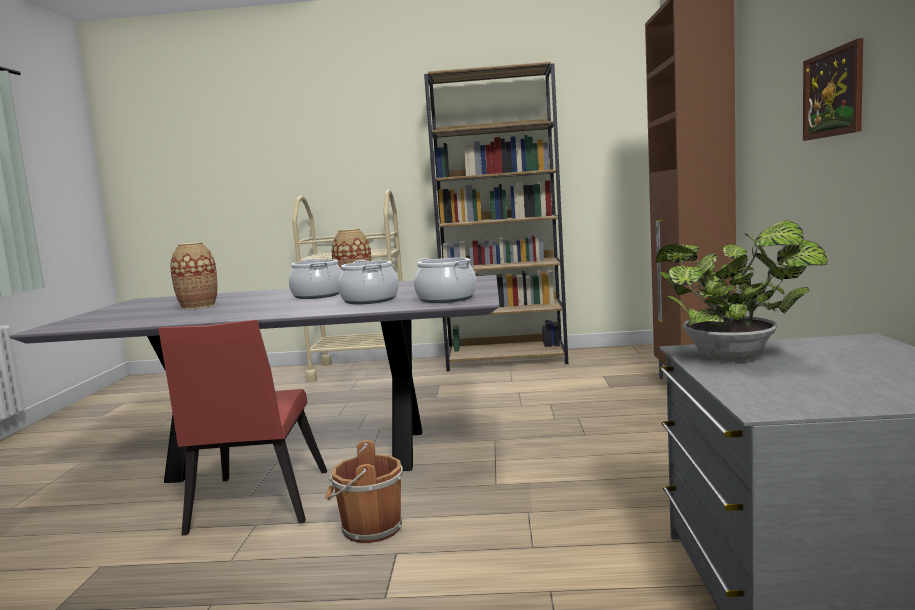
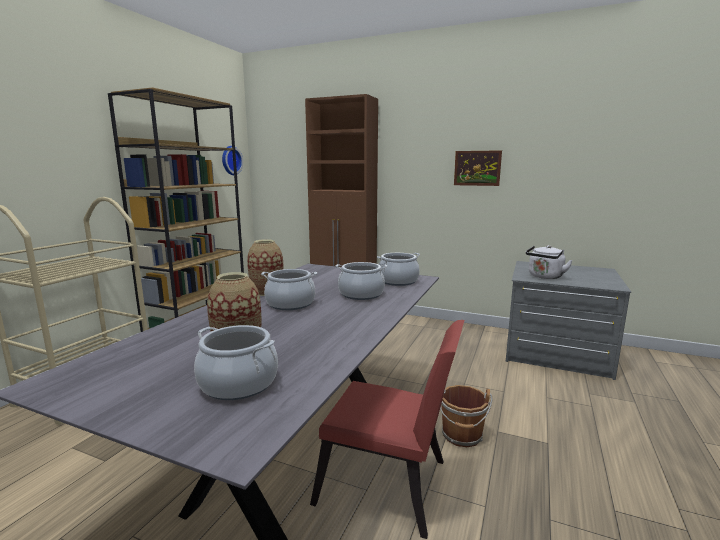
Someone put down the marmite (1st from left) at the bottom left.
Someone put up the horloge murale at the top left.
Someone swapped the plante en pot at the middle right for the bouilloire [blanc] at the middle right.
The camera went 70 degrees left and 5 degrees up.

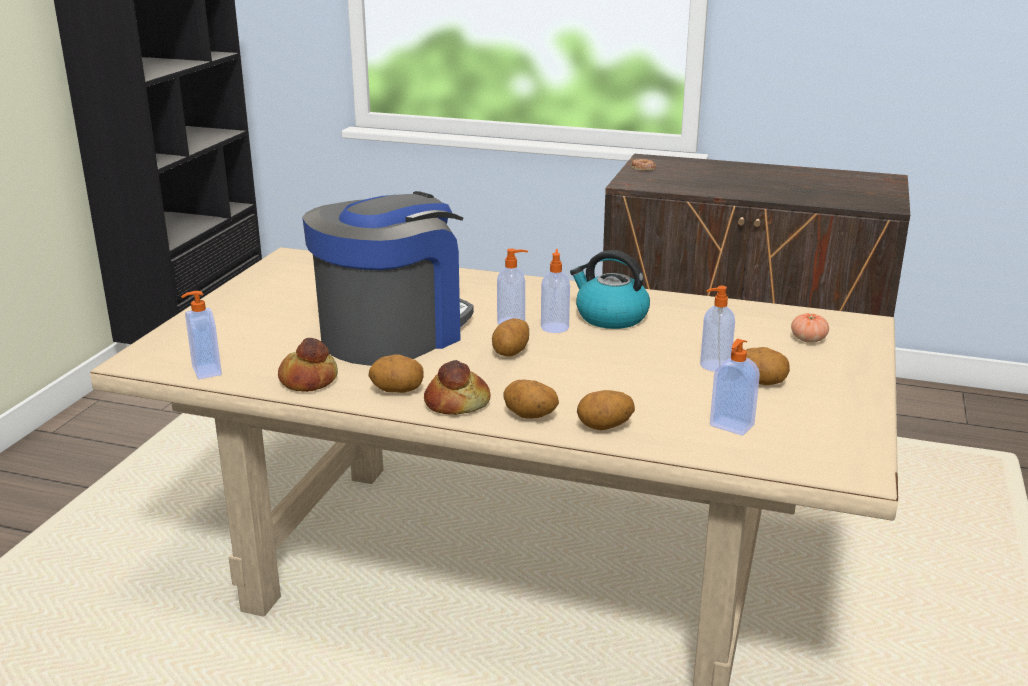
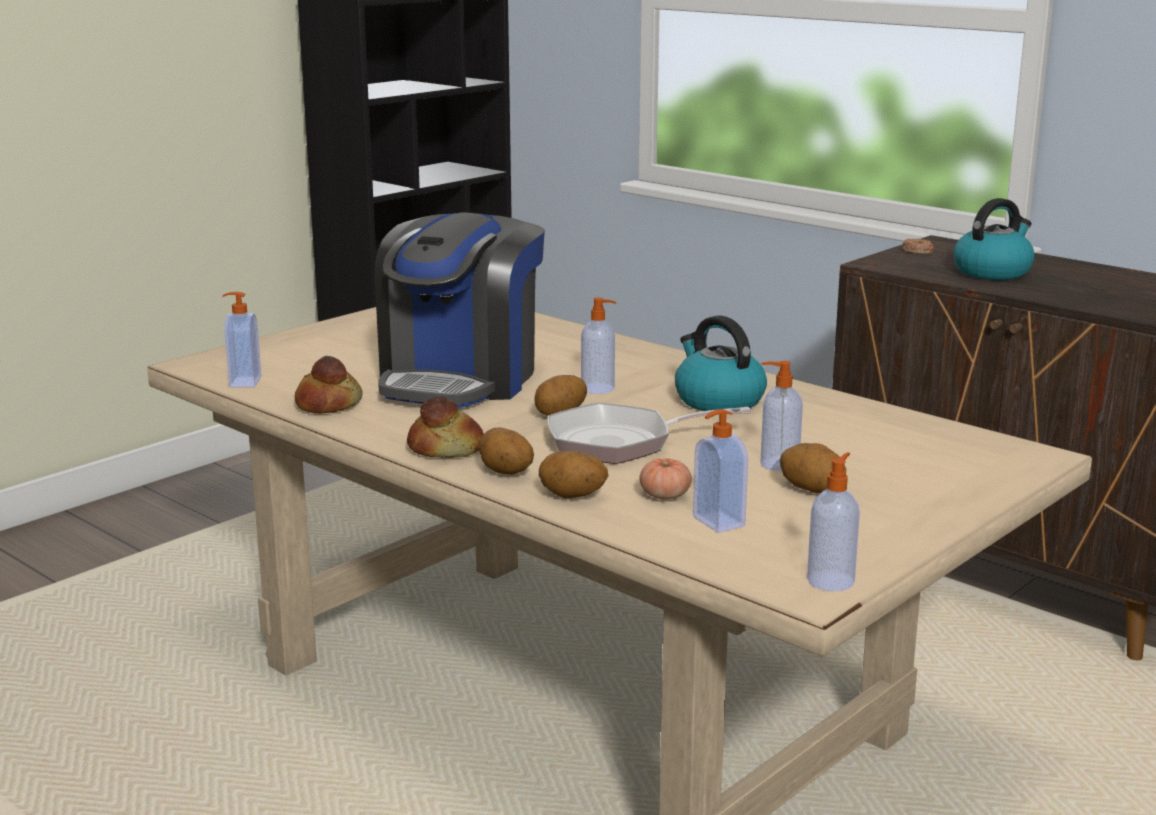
Someone took away the pomme de terre (1st from left) at the centre.
Someone put down the poêle at the centre.
Someone put down the bouilloire (2nd from left) at the top right.
Someone carried the distributeur de savon (3rd from left in the first image) from the centre to the middle right.
Someone carried the tomate from the middle right to the centre.
Someone rotated the machine à café at the centre by 135 degrees clockwise.
The camera went 25 degrees right and 5 degrees down.

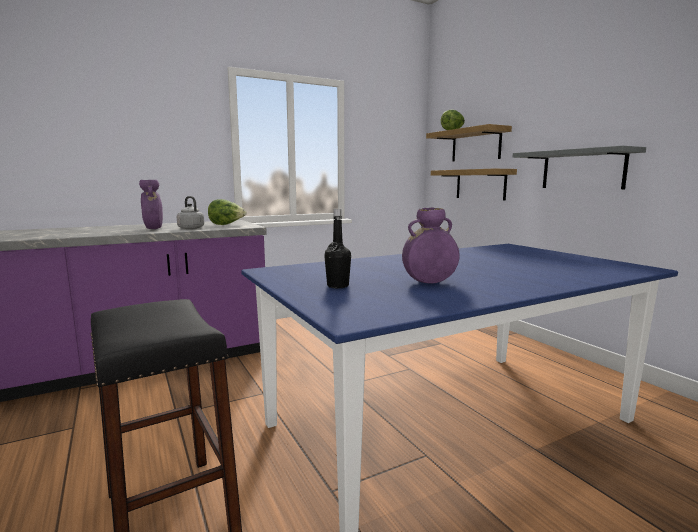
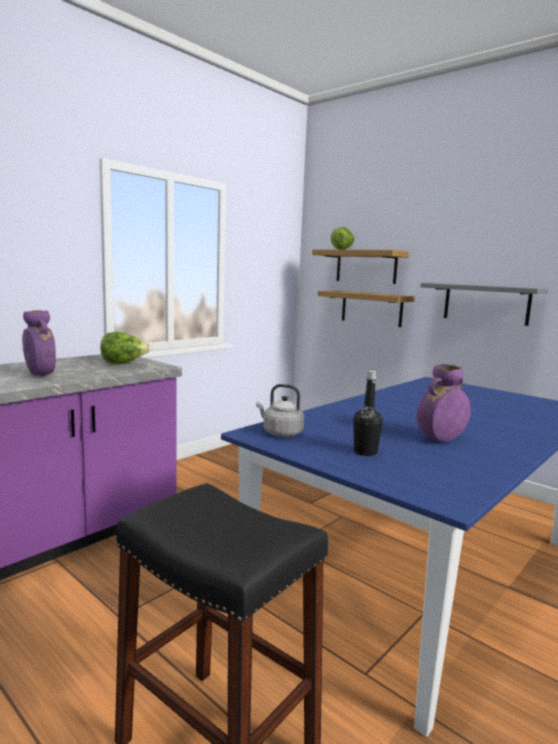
Someone carried the bouilloire [gris] from the middle left to the centre.
The camera went 20 degrees left and 0 degrees up.

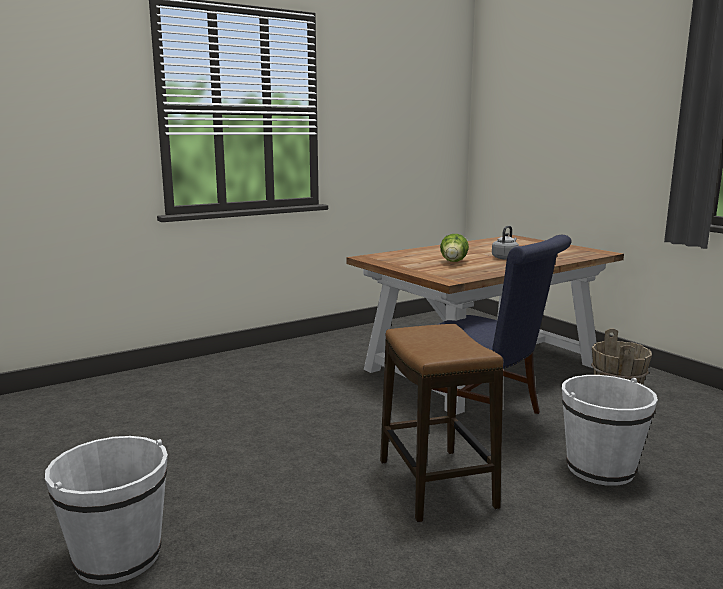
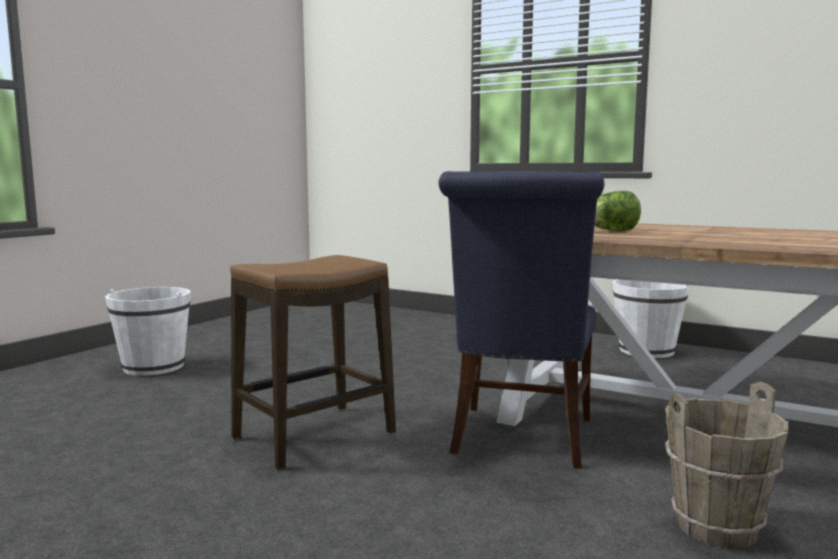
Someone took away the bouilloire [gris] at the middle right.
Someone carried the seau [blanc] (2nd from left) from the bottom right to the middle right.
The camera went 65 degrees right and 5 degrees down.

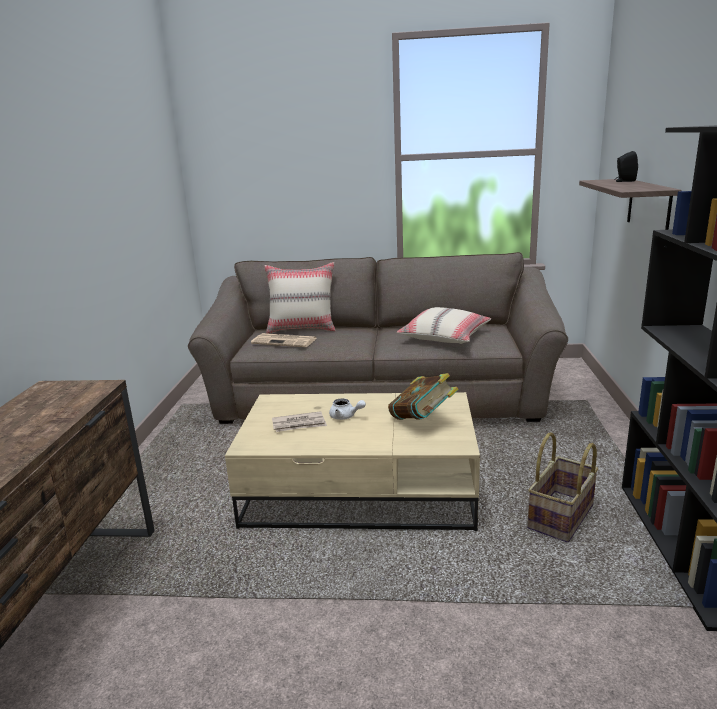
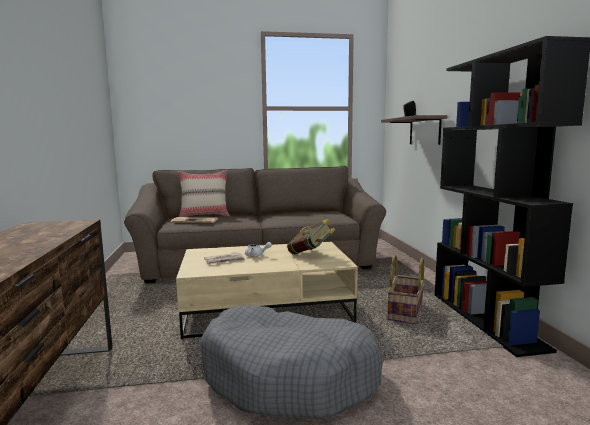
Someone took away the coussin [beige] (2nd from left) at the centre.
Someone put down the panier pour chien [gris] at the bottom centre.
The camera went 15 degrees left and 10 degrees down.

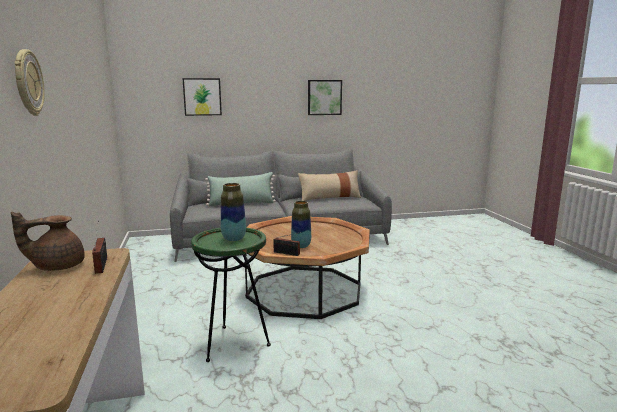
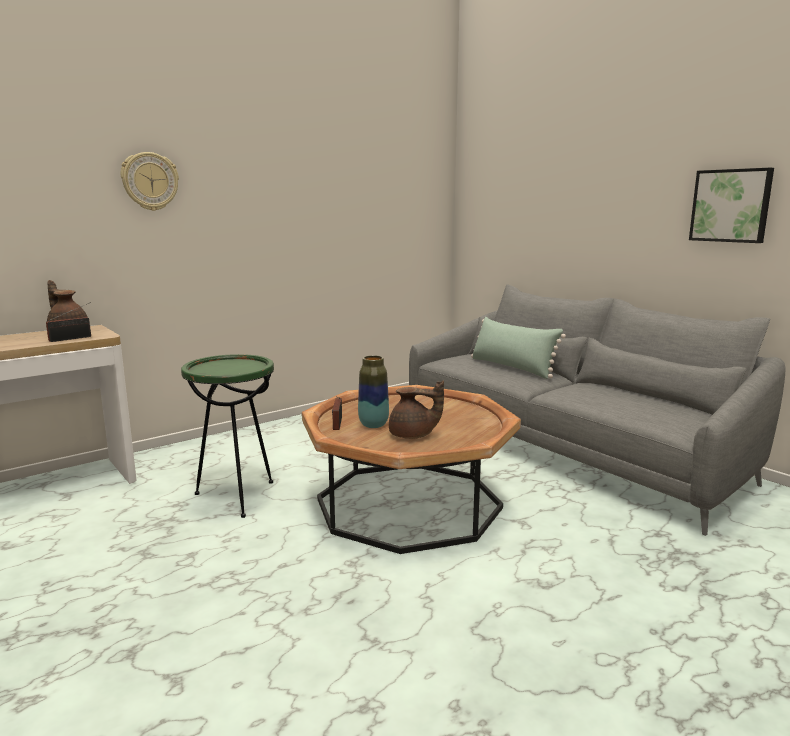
Someone took away the tableau (1st from left) at the top left.
Someone took away the vase (1st from left) at the centre.
Someone took away the coussin [beige] at the centre.
Someone put down the théière [marron] (2nd from left) at the centre.
The camera went 65 degrees right and 0 degrees up.

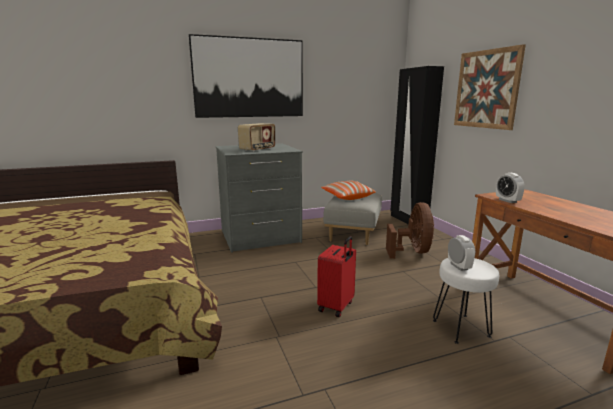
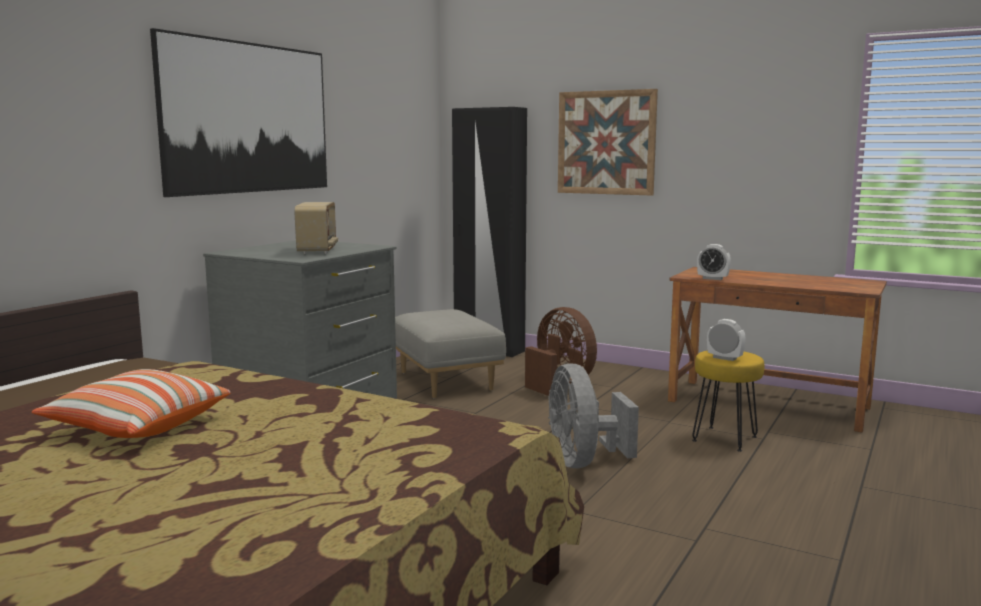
Someone carried the coussin from the centre to the middle left.
Someone swapped the valise [rouge] at the bottom centre for the ventilateur [gris] at the bottom centre.
Someone repainted the tabouret [blanc] at the bottom right, which became the tabouret [jaune] at the middle right.
The camera went 40 degrees left and 5 degrees down.

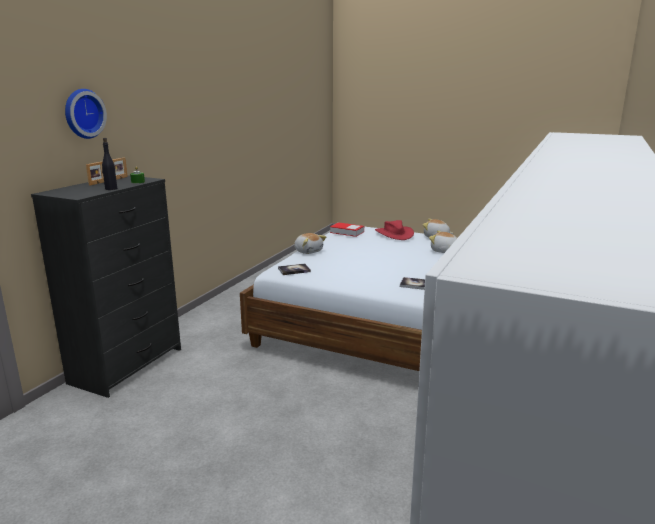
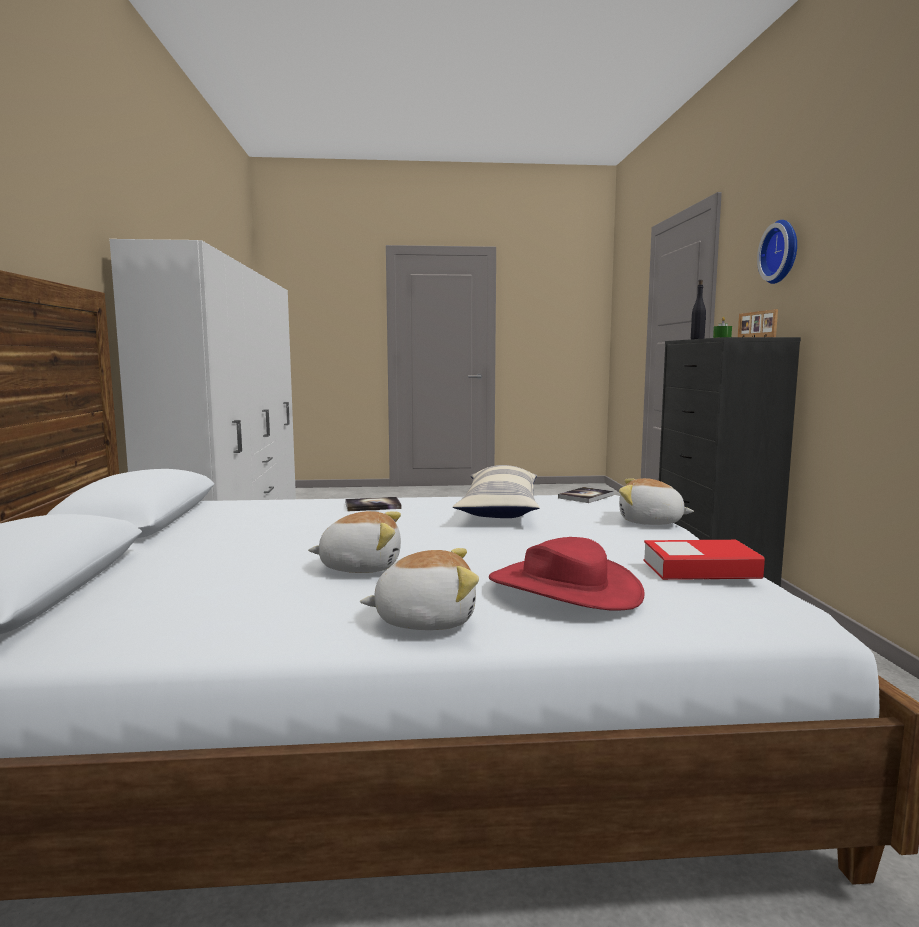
Someone put down the coussin at the centre.
The camera went 150 degrees right and 10 degrees down.

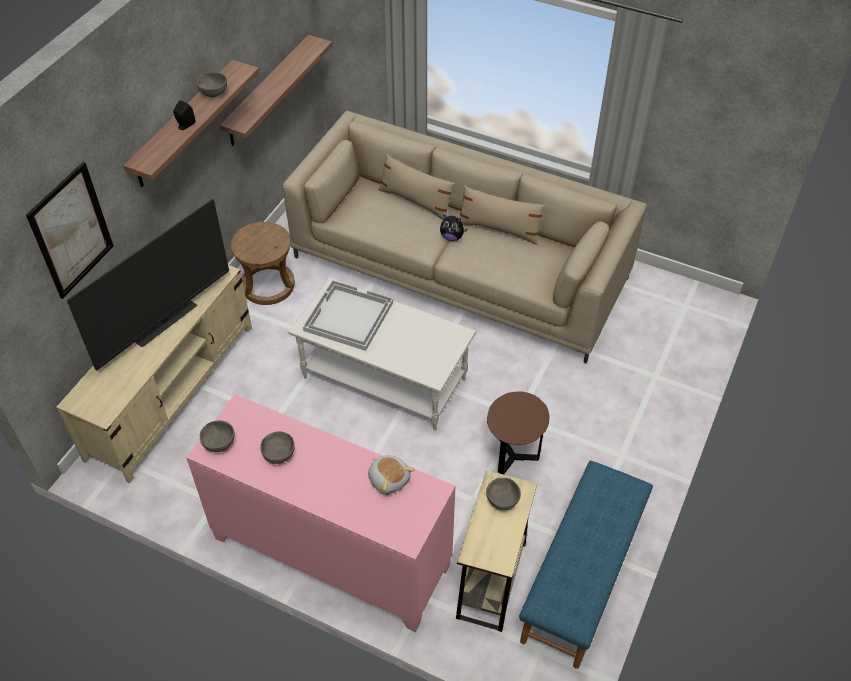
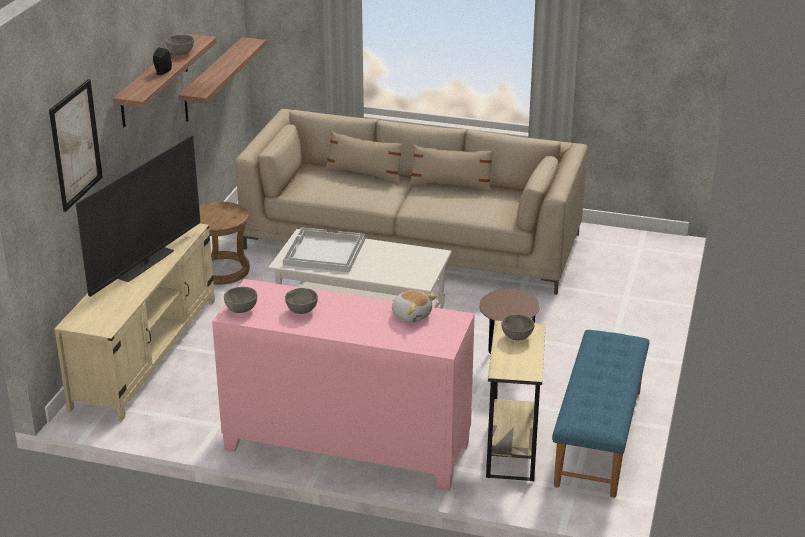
Someone took away the peluche (2nd from left) at the centre.
The camera went 10 degrees left and 20 degrees down.

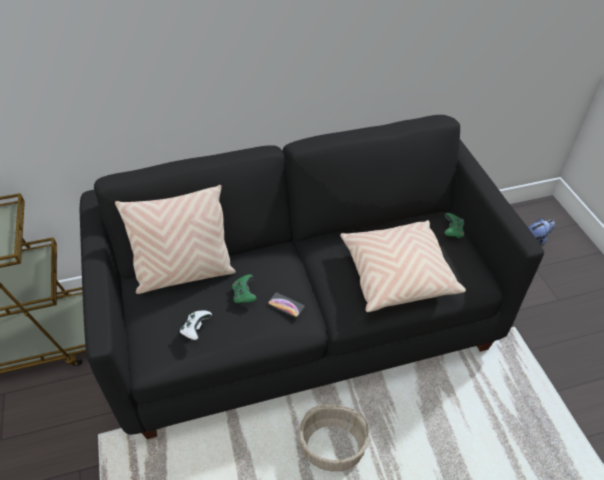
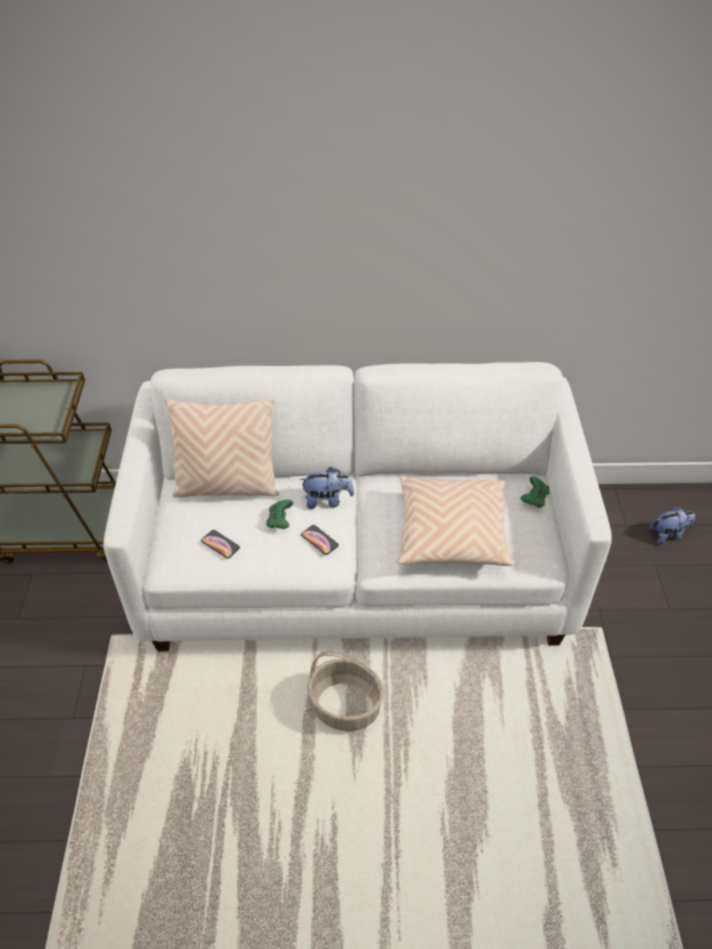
Someone put down the peluche (1st from left) at the centre.
Someone swapped the manette [blanc] at the bottom left for the téléphone (1st from left) at the middle left.
Someone repainted the canapé [noir] at the centre, which became the canapé [blanc] at the centre.
The camera went 15 degrees right and 0 degrees up.

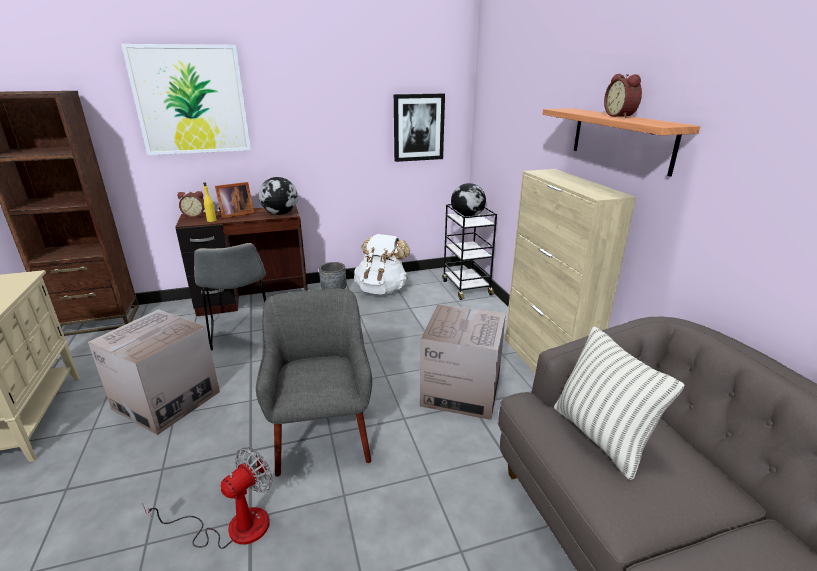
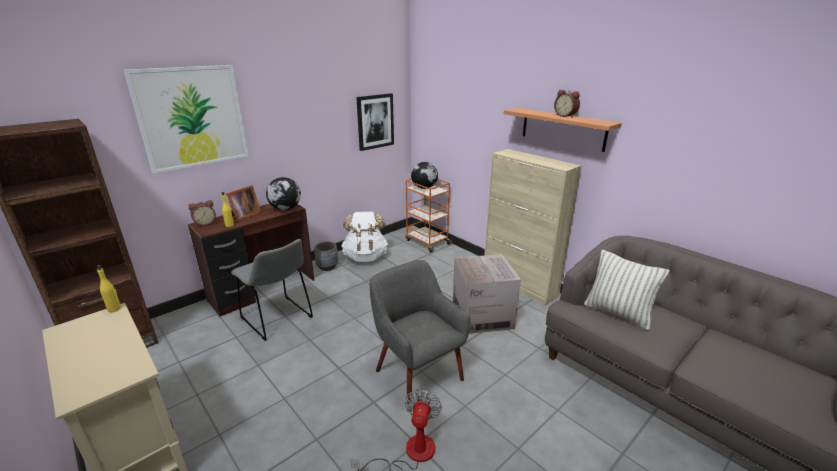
Someone took away the carton (1st from left) at the middle left.
Someone put down the bouteille [jaune] (1st from left) at the middle left.
Someone repainted the chariot [noir] at the centre, which became the chariot [orange] at the centre.
The camera went 25 degrees left and 0 degrees up.

